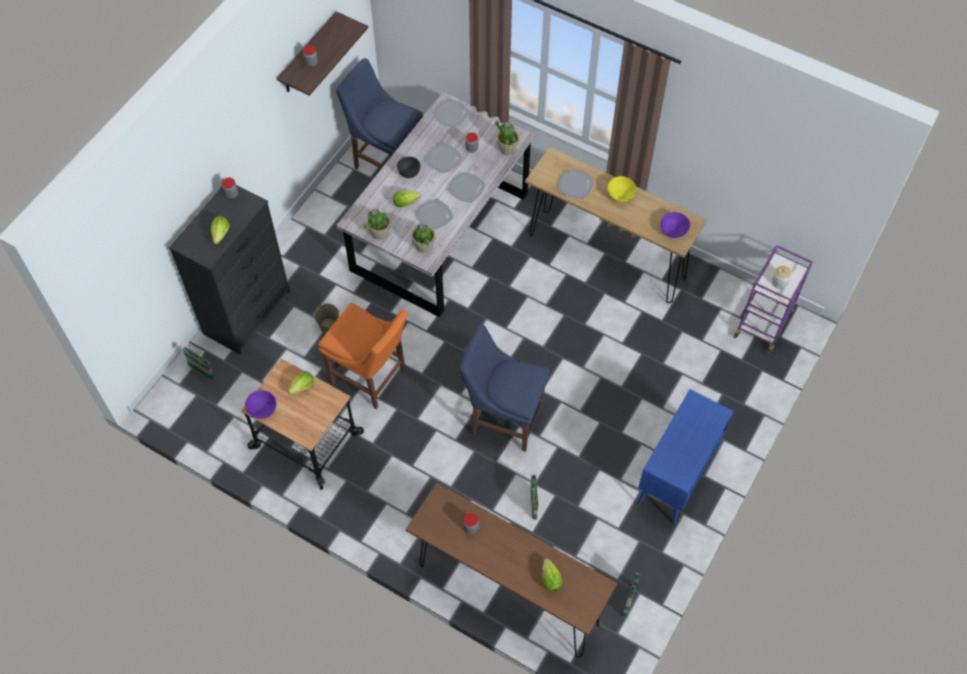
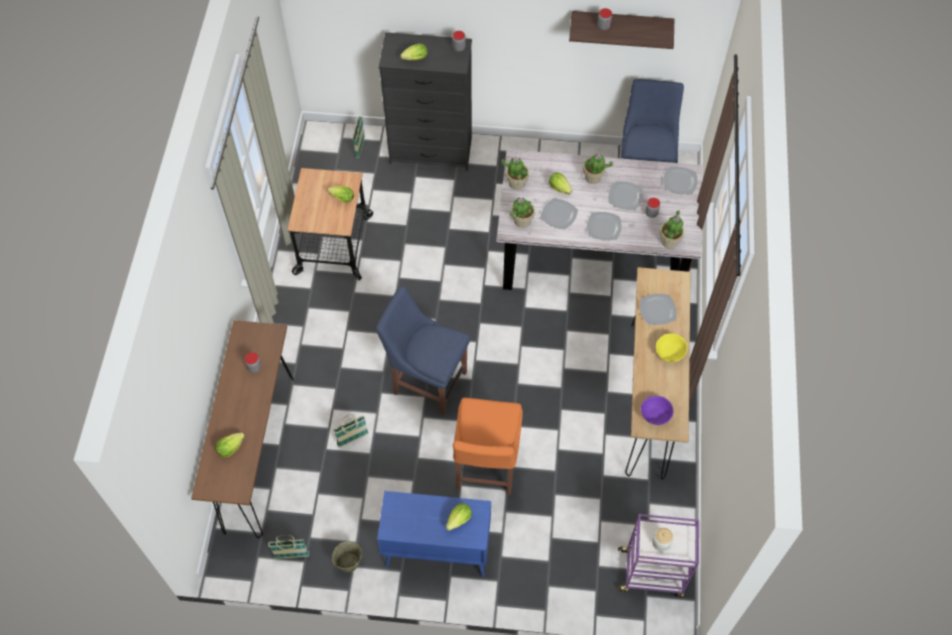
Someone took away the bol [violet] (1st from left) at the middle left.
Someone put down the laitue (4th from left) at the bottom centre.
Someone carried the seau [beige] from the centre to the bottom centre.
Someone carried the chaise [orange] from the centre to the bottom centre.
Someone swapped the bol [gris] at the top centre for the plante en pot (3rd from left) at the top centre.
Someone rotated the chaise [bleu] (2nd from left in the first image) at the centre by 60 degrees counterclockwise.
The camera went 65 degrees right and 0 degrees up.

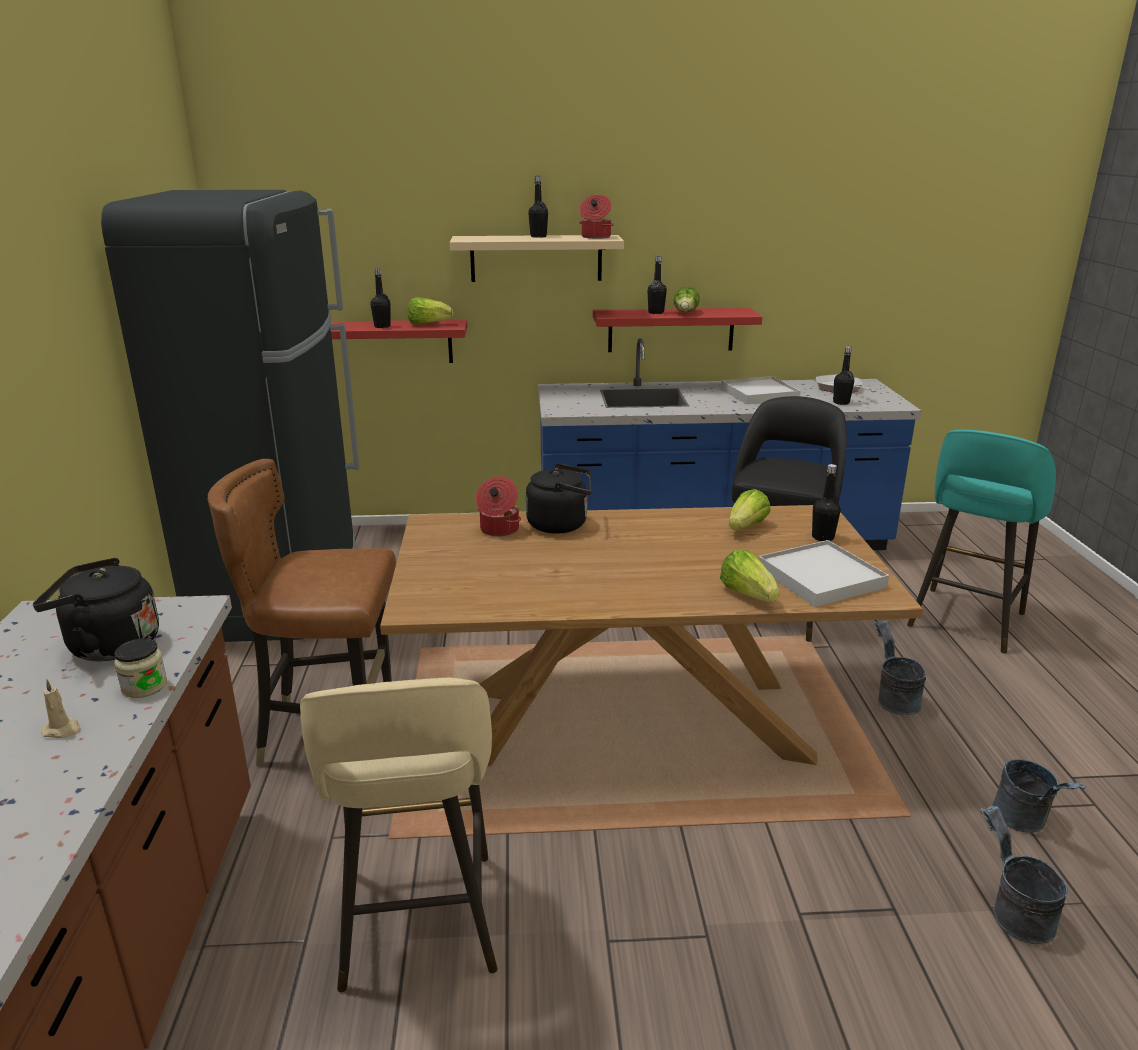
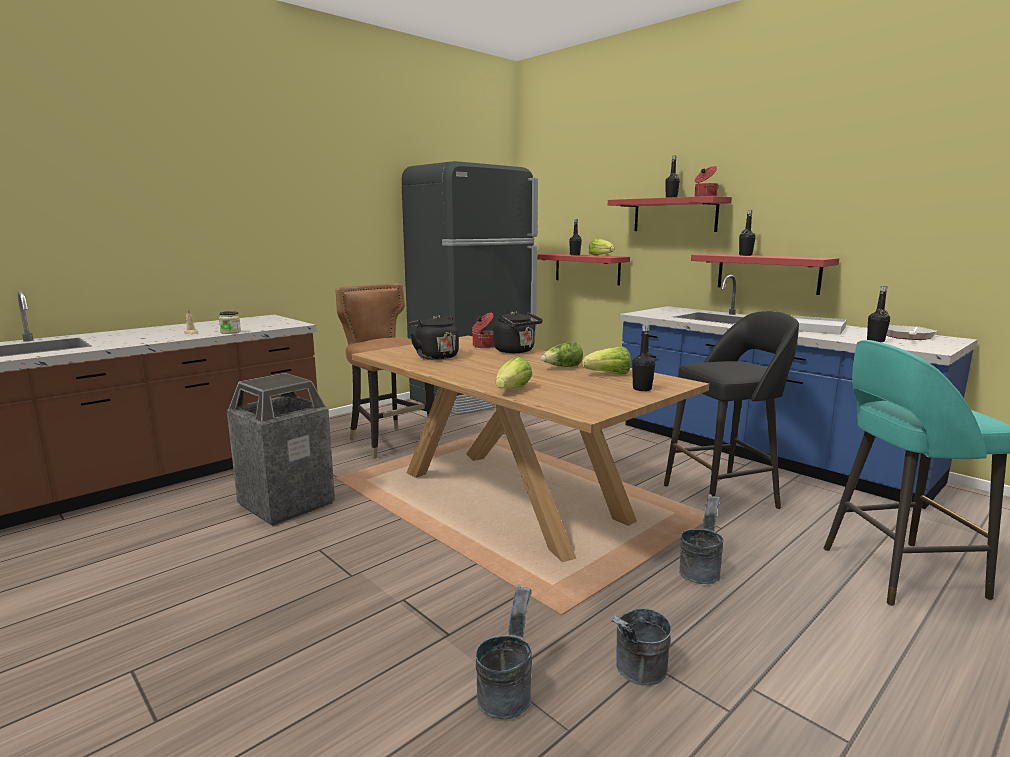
Someone took away the plateau [blanc] (2nd from left) at the middle right.
Someone carried the bouilloire [noir] (1st from left) from the middle left to the centre.
Someone carried the laitue (2nd from left) from the top centre to the centre.
Someone swapped the tabouret [beige] at the bottom centre for the poubelle at the middle left.
Someone repainted the étagère [beige] at the top centre, which became the étagère [rouge] (2nd from left) at the top centre.
The camera went 50 degrees right and 10 degrees down.

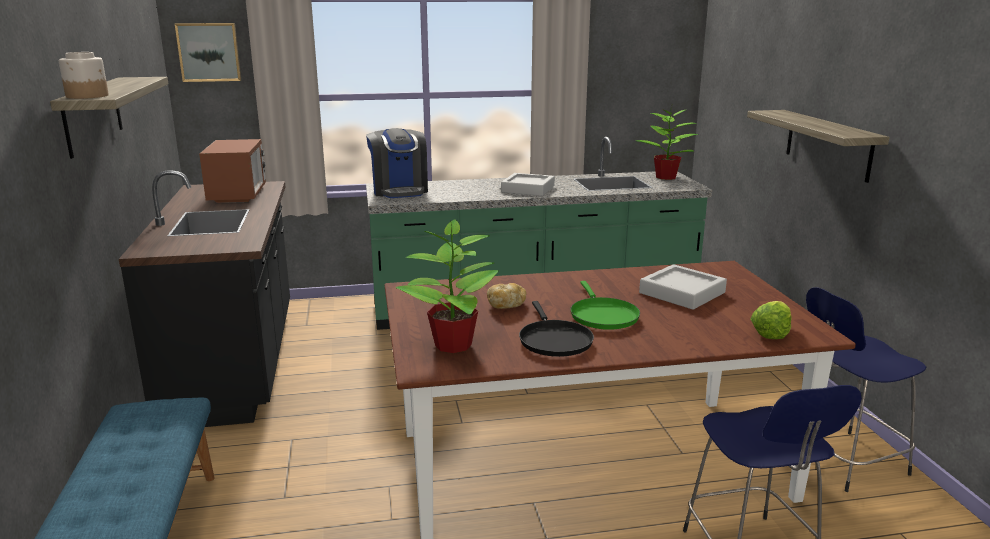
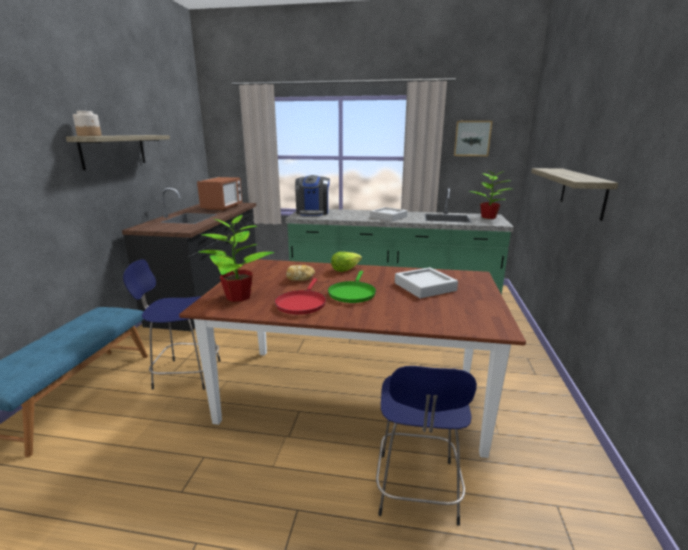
Someone carried the tableau from the top left to the top right.
Someone carried the laitue from the middle right to the centre.
Someone carried the tabouret [bleu] (2nd from left in the first image) from the bottom right to the middle left.
Someone repainted the poêle [noir] at the centre, which became the poêle [rouge] at the centre.
The camera went 20 degrees right and 0 degrees up.

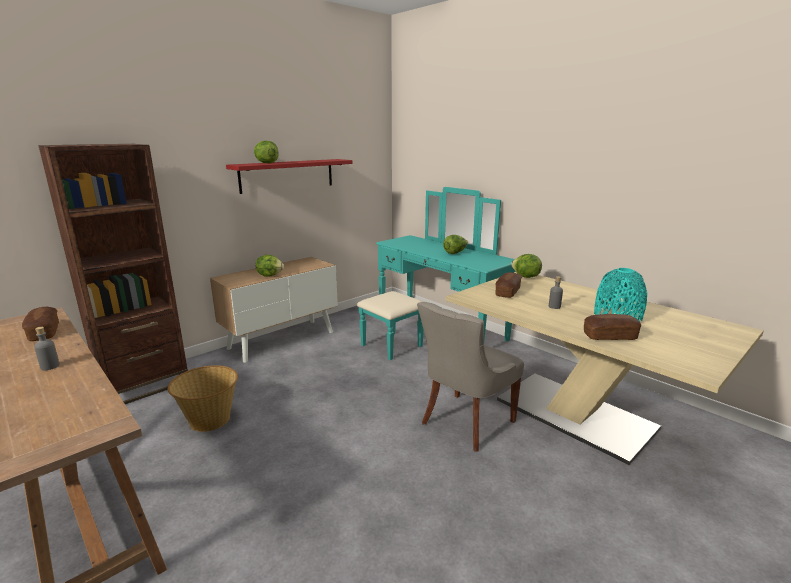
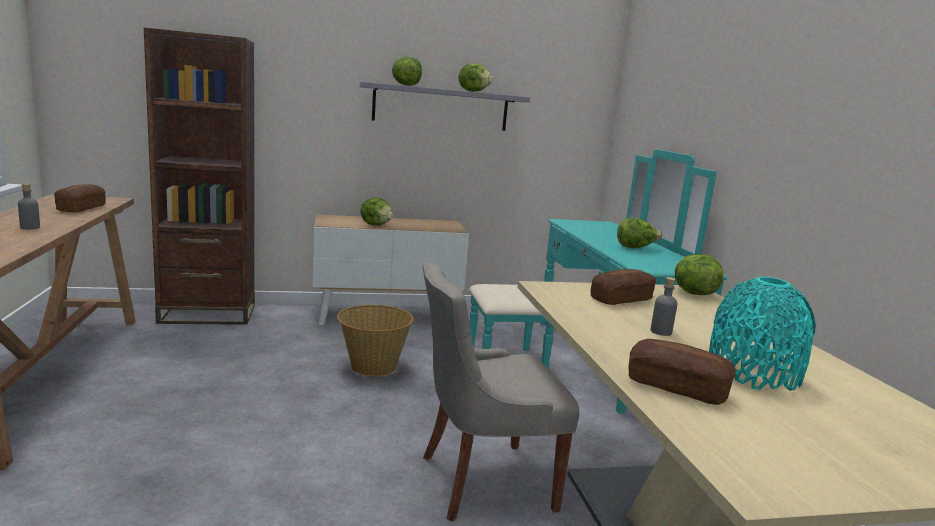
Someone put down the laitue (3rd from left) at the top centre.
Someone carried the panier from the bottom left to the centre.
Someone repainted the étagère [rouge] at the top centre, which became the étagère [gris] at the top centre.
The camera went 30 degrees right and 5 degrees down.

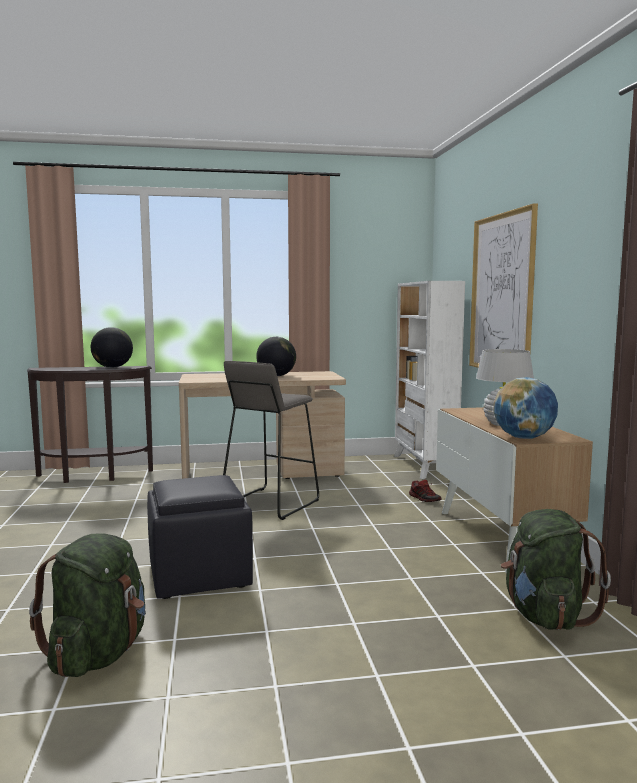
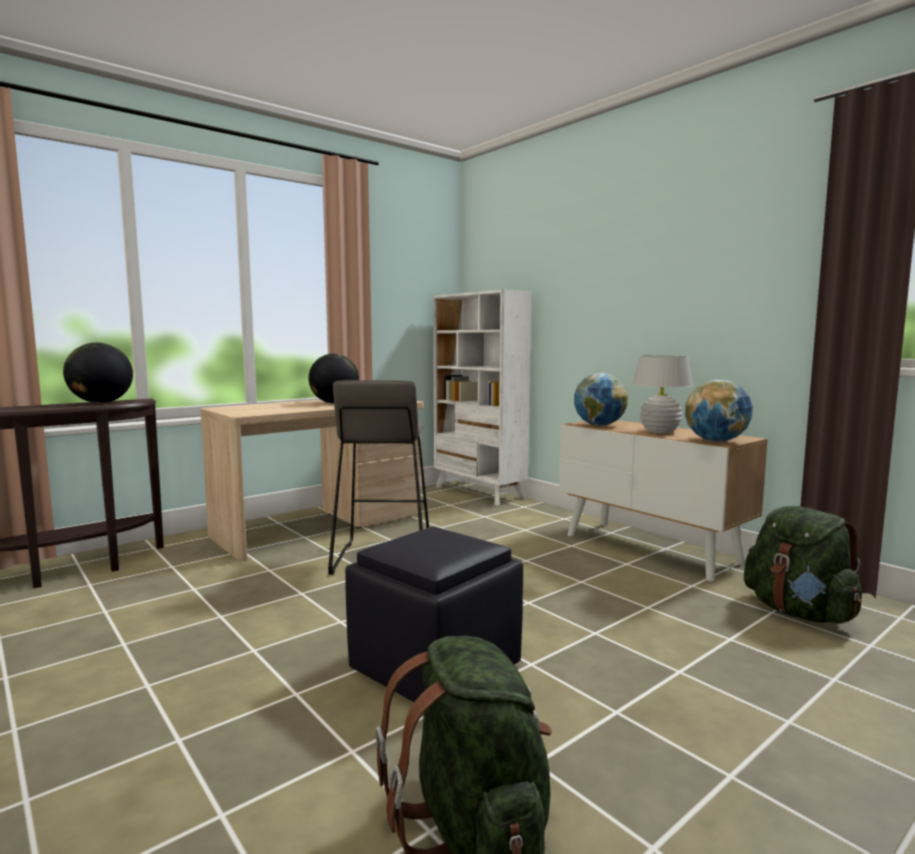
Someone took away the chaussure at the middle right.
Someone took away the tableau at the middle right.
Someone put down the globe (3rd from left) at the centre.
The camera went 30 degrees left and 0 degrees up.

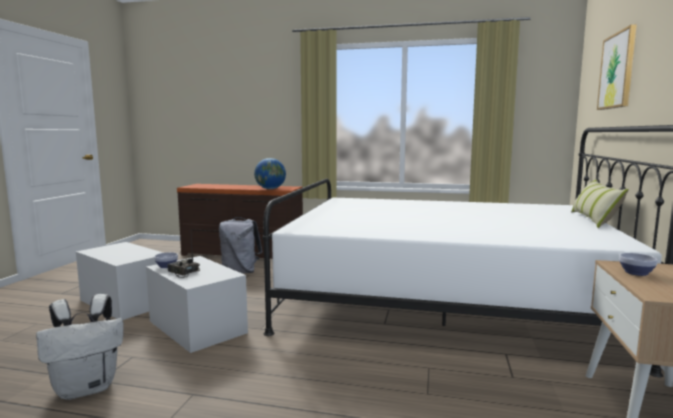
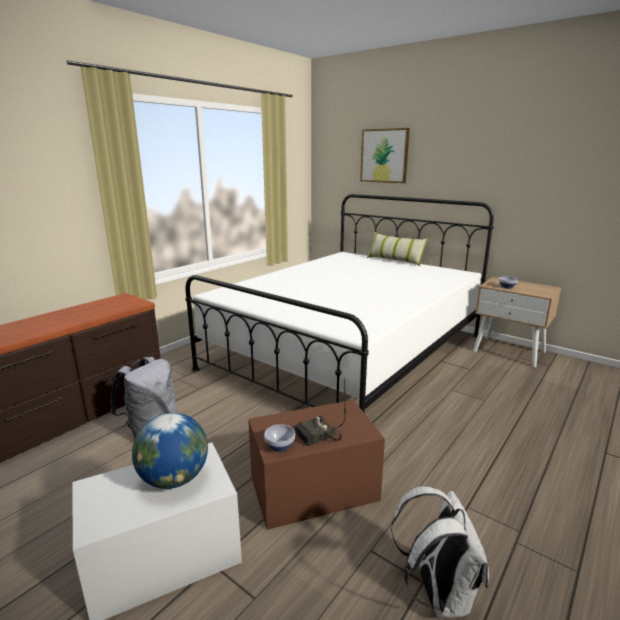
Someone carried the globe from the centre to the bottom left.
Someone repainted the boîte de rangement [blanc] (2nd from left) at the bottom left, which became the boîte de rangement [marron] at the bottom centre.
The camera went 65 degrees left and 10 degrees up.

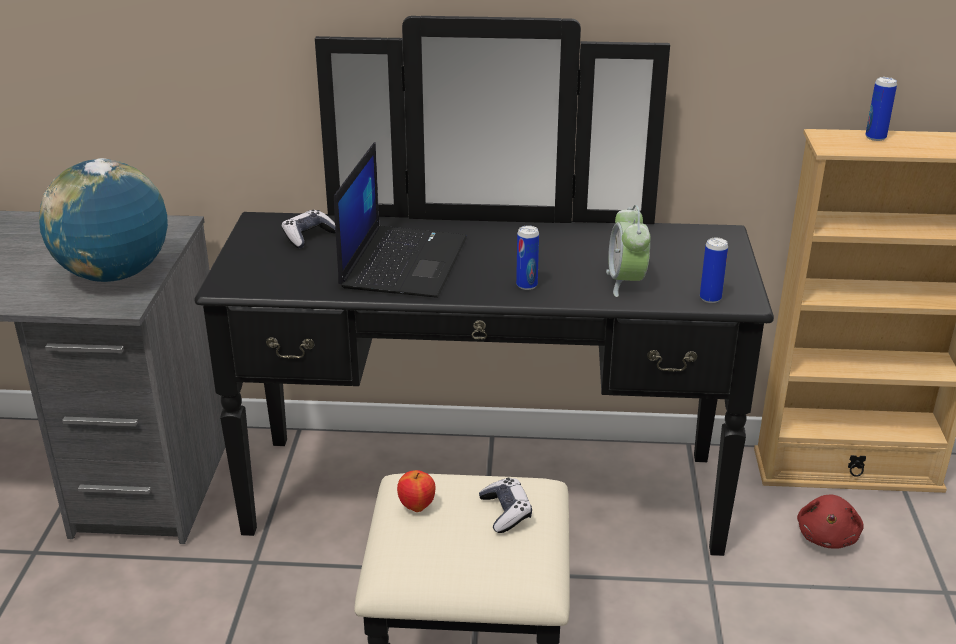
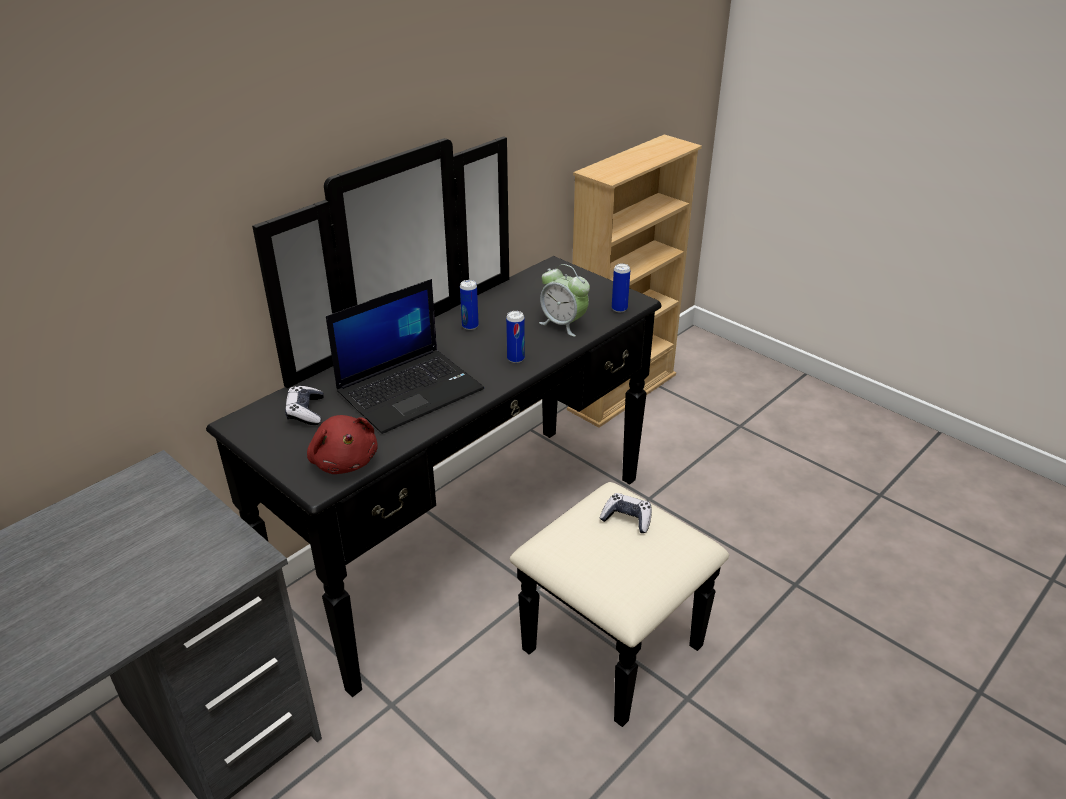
Someone took away the globe at the middle left.
Someone took away the pomme at the bottom centre.
Someone carried the peluche [rouge] from the bottom right to the middle left.
Someone carried the boîte métallique (3rd from left in the first image) from the top right to the centre.
Someone rotated the ordinateur portable at the centre by 90 degrees clockwise.
The camera went 50 degrees left and 5 degrees up.

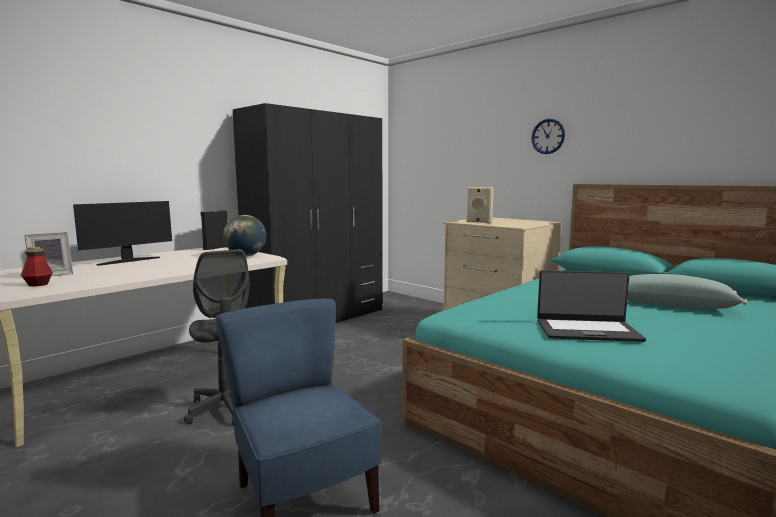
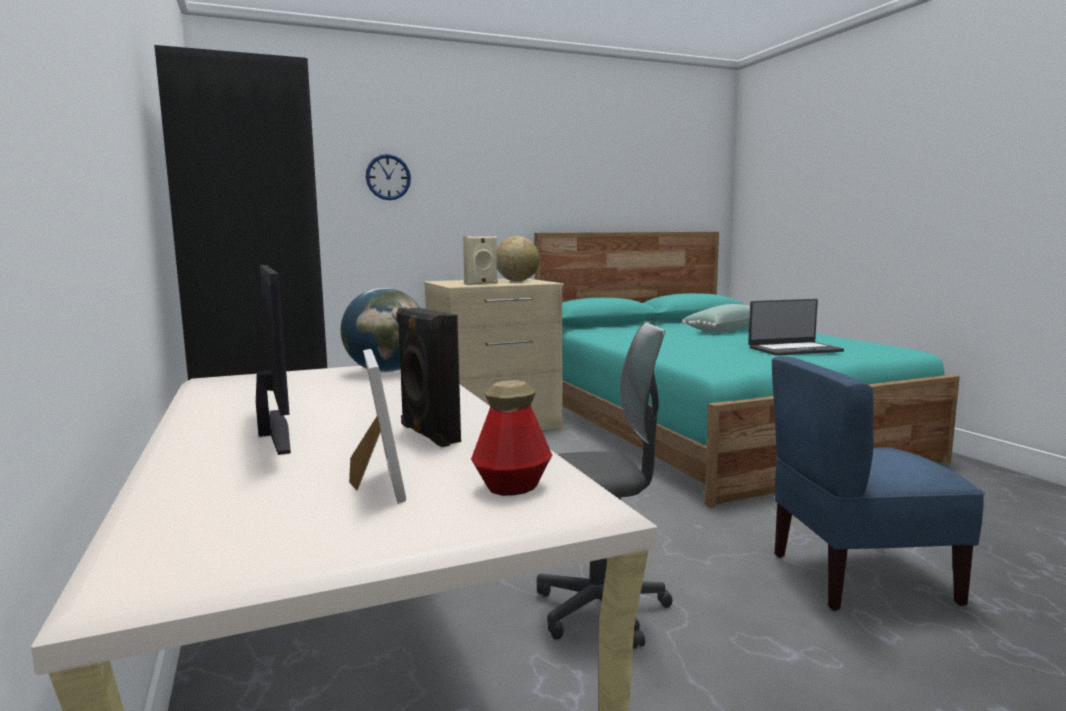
Someone put down the globe (2nd from left) at the centre.
Someone carried the enceinte [noir] from the middle left to the centre.
Someone carried the horloge murale from the top right to the top centre.
Someone rotated the ordinateur portable at the middle right by 45 degrees clockwise.
The camera went 65 degrees left and 0 degrees up.

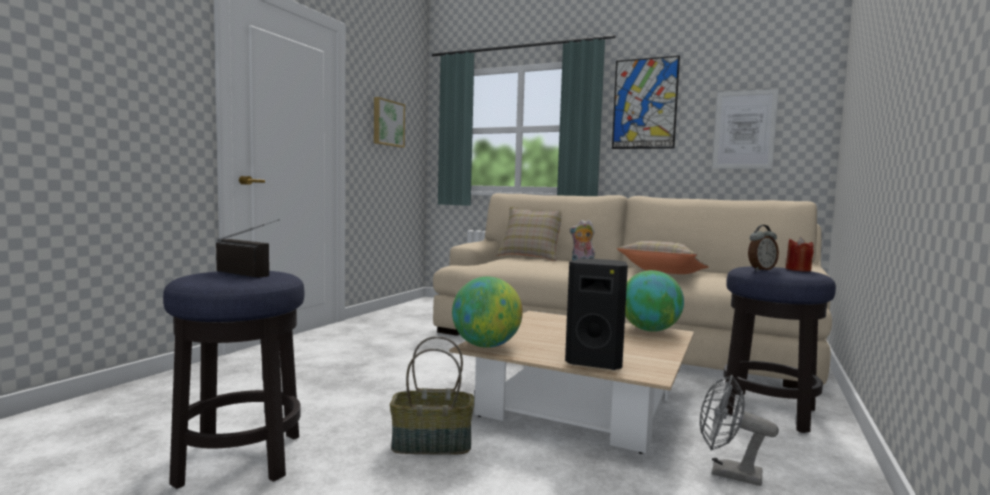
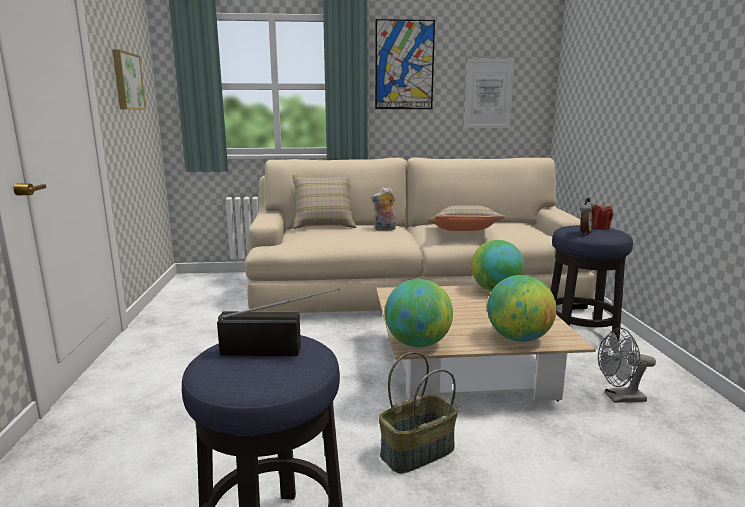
Someone swapped the enceinte [noir] at the centre for the globe (3rd from left) at the middle right.
The camera went 30 degrees left and 10 degrees up.

